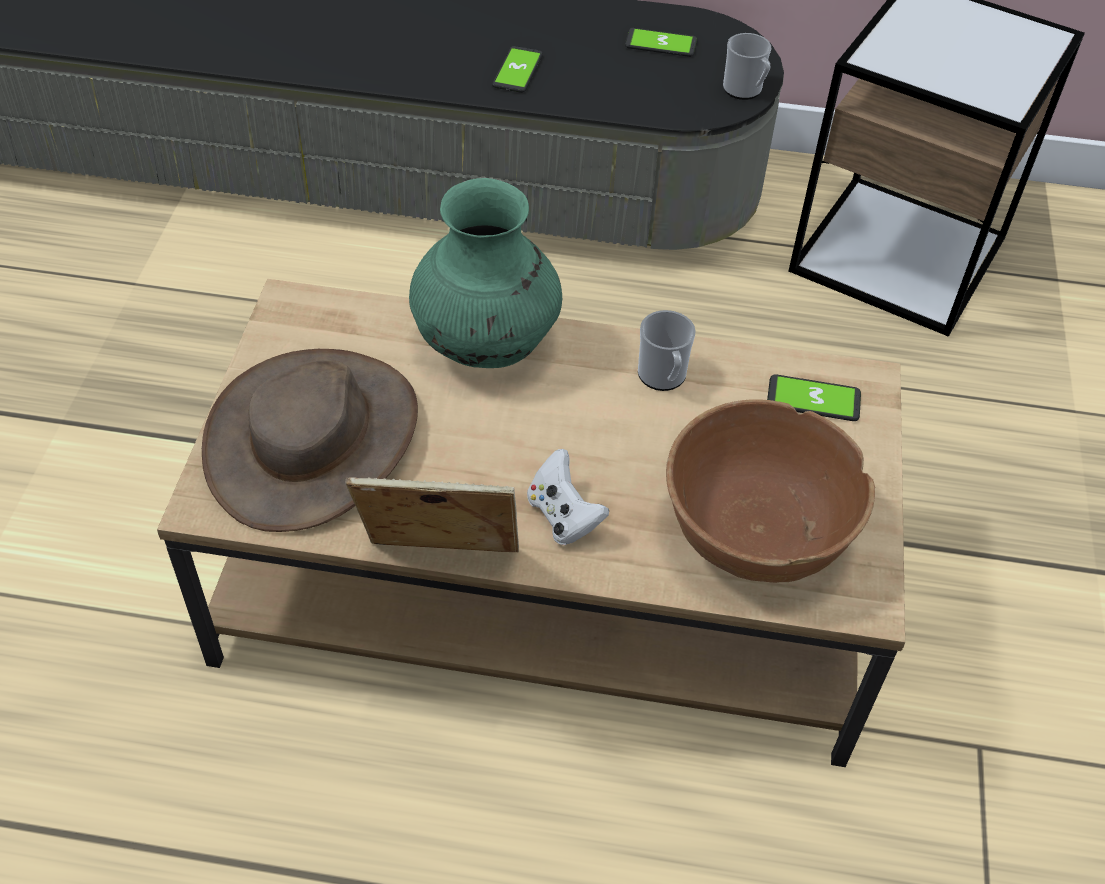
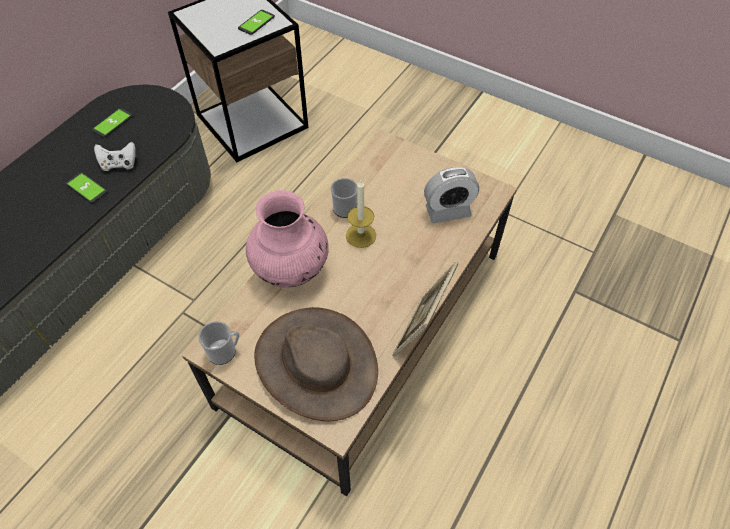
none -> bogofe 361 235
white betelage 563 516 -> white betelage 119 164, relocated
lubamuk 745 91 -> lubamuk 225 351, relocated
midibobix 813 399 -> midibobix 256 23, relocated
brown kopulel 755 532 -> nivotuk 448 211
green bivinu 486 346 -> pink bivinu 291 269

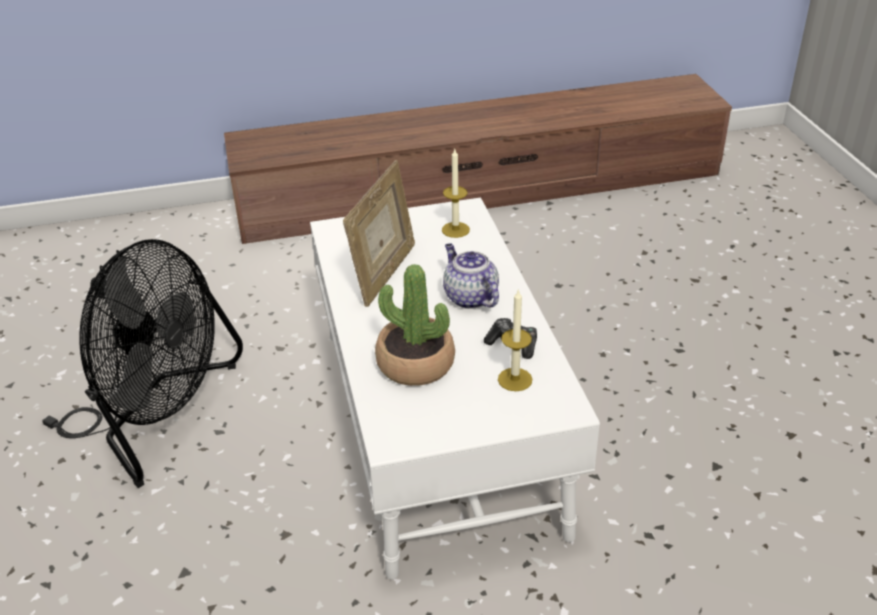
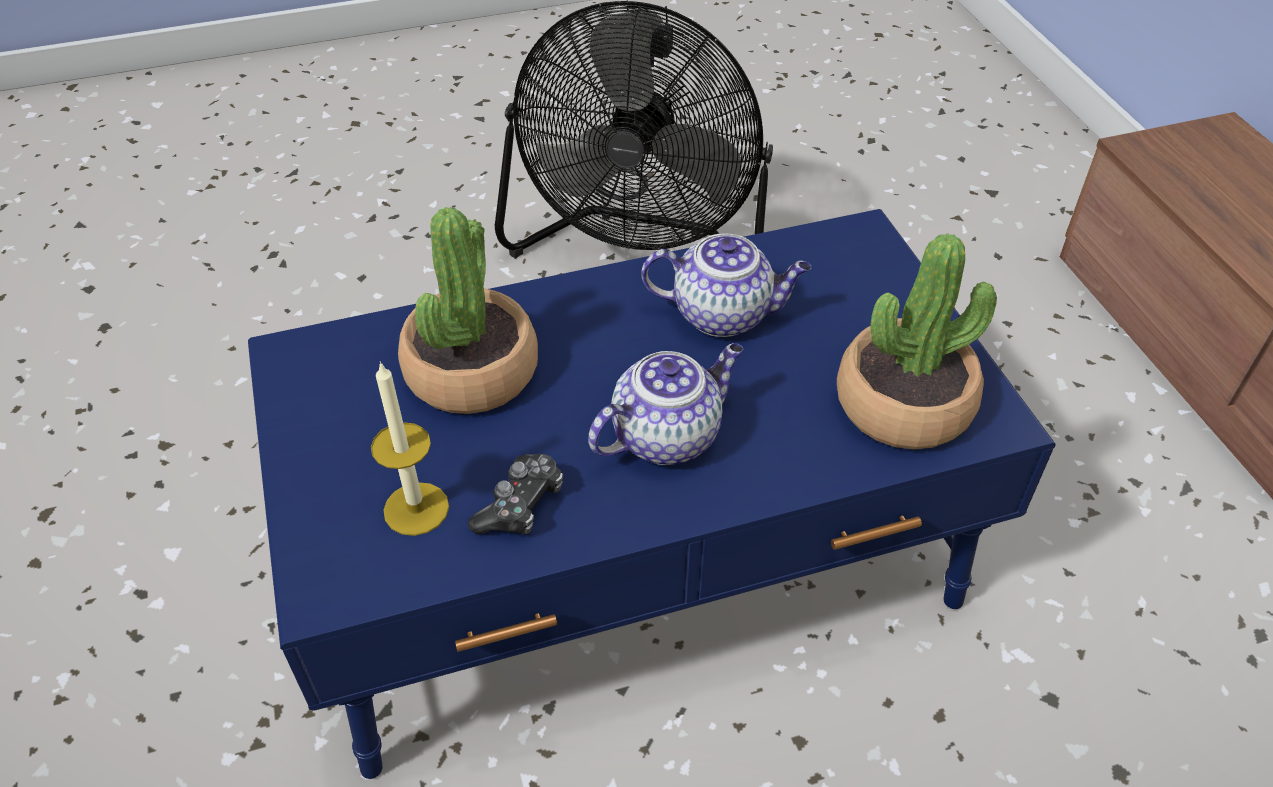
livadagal 384 275 -> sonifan 724 314
bogofe 455 230 -> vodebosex 903 404
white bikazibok 437 426 -> blue bikazibok 638 562

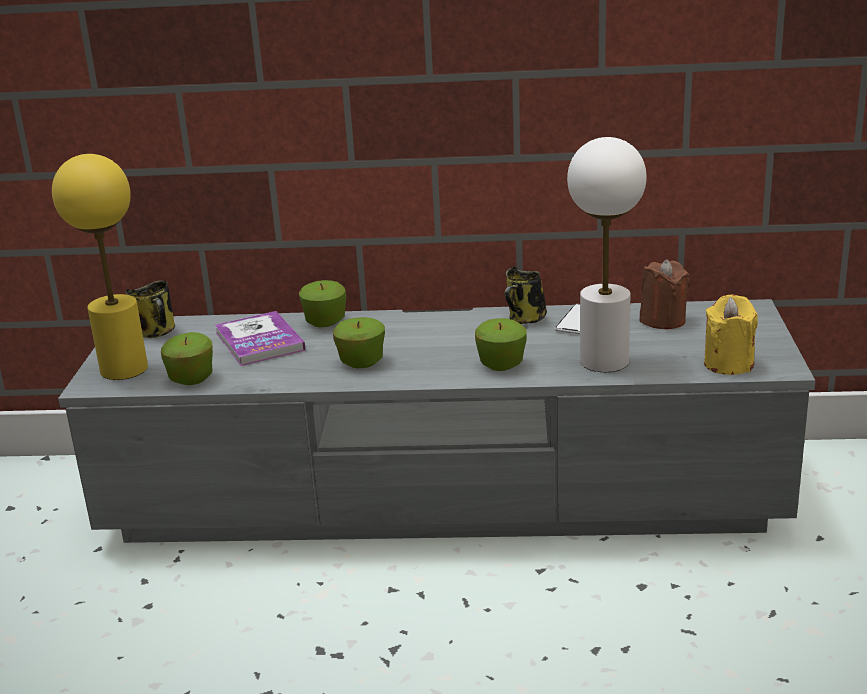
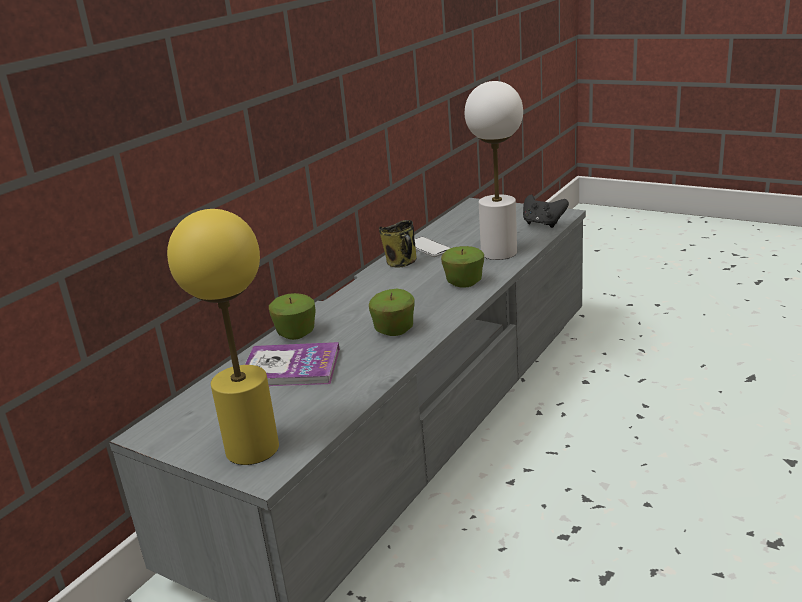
lubamuk 157 332 -> none
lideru 191 379 -> none
brown bogofe 663 320 -> none
yellow bogofe 728 364 -> black betelage 543 224

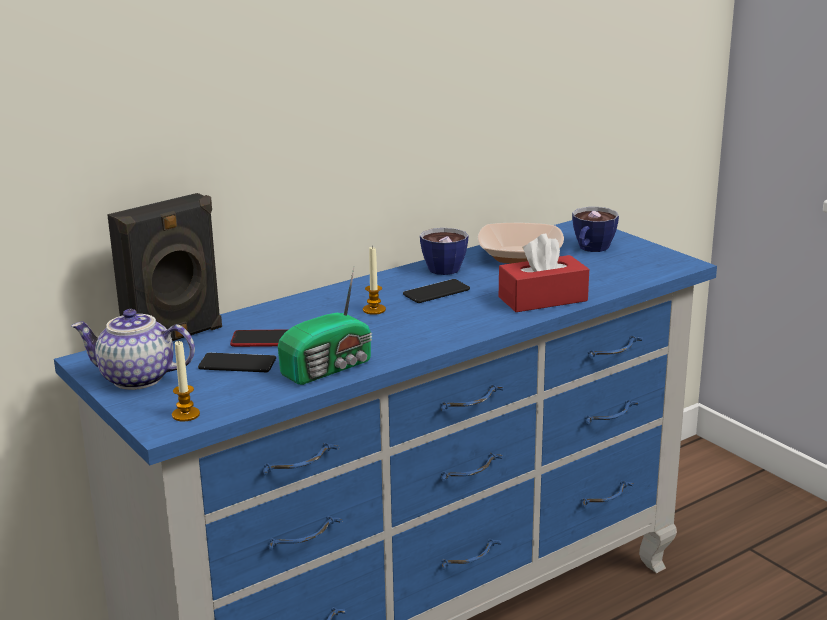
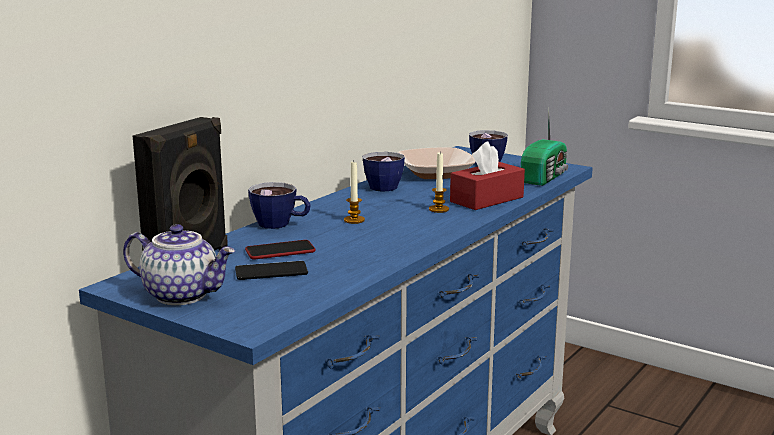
midibobix 436 292 -> none
none -> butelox 281 224
bogofe 186 415 -> bogofe 438 209, relocated
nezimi 330 368 -> nezimi 545 177, relocated
sonifan 136 379 -> sonifan 183 295, 150 degrees counterclockwise

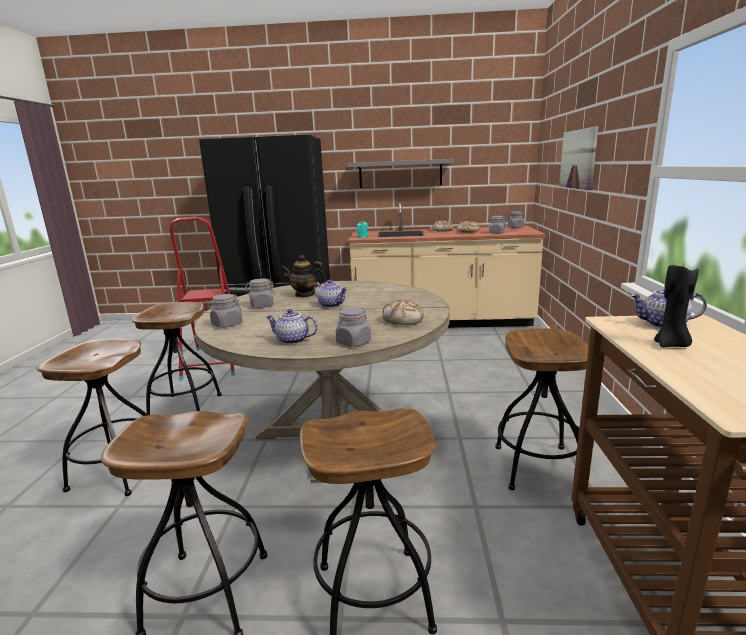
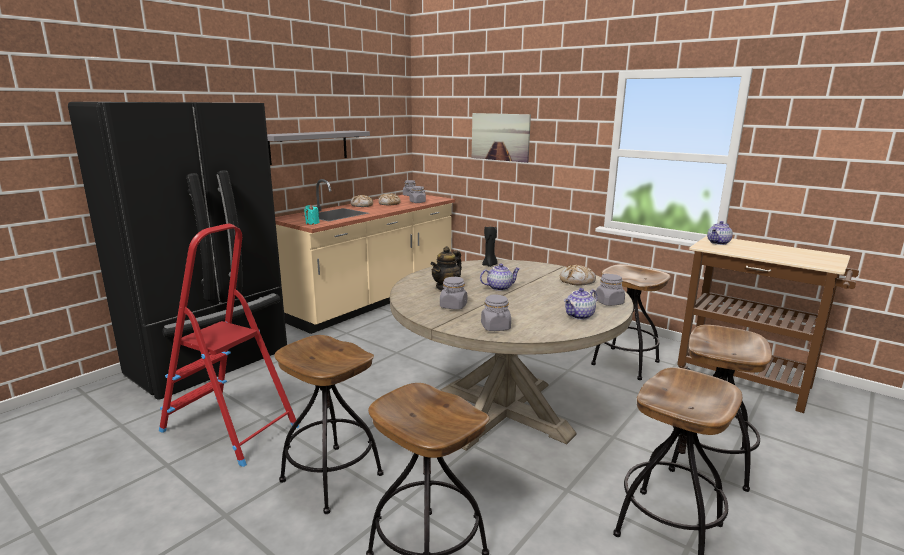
black bogofe 671 345 -> black bogofe 490 265, relocated

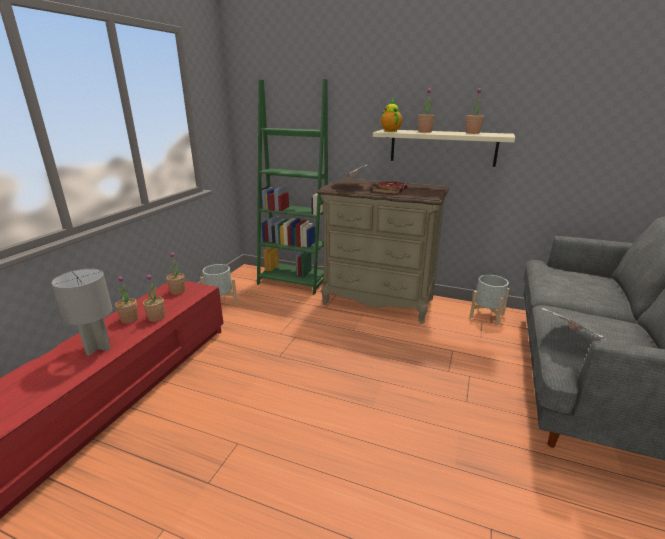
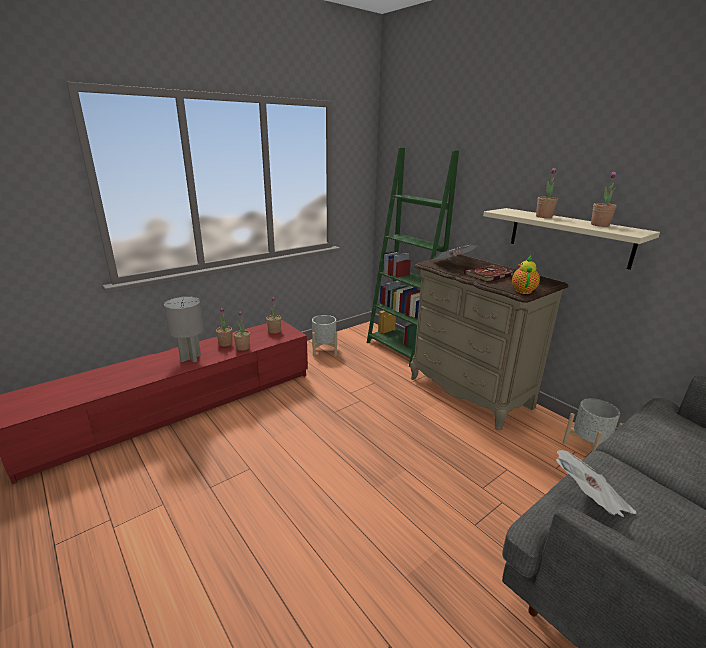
sonifan 390 131 -> sonifan 523 290, relocated

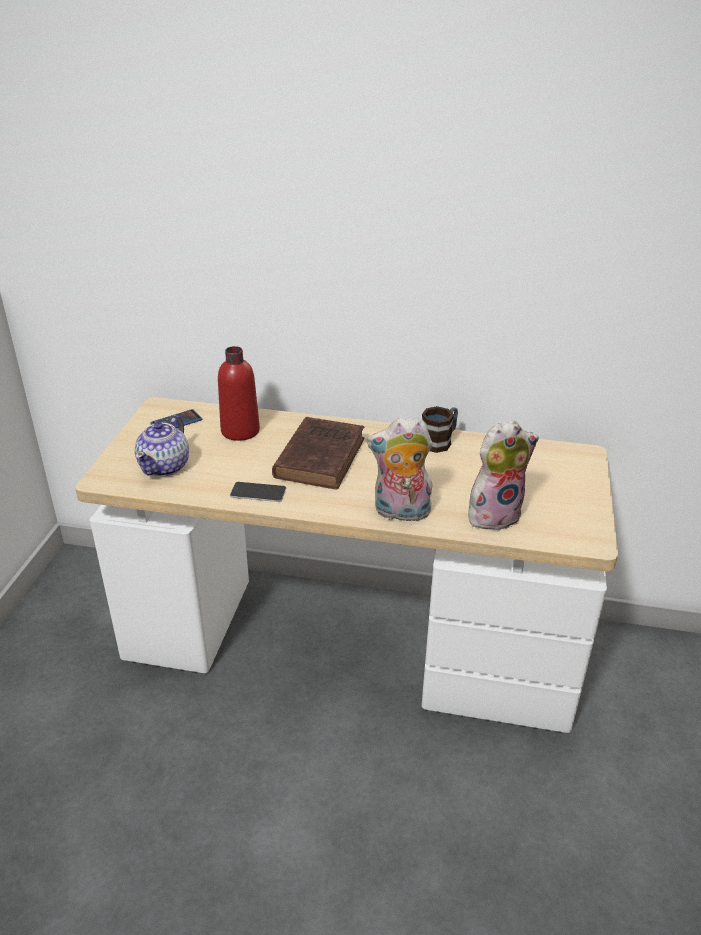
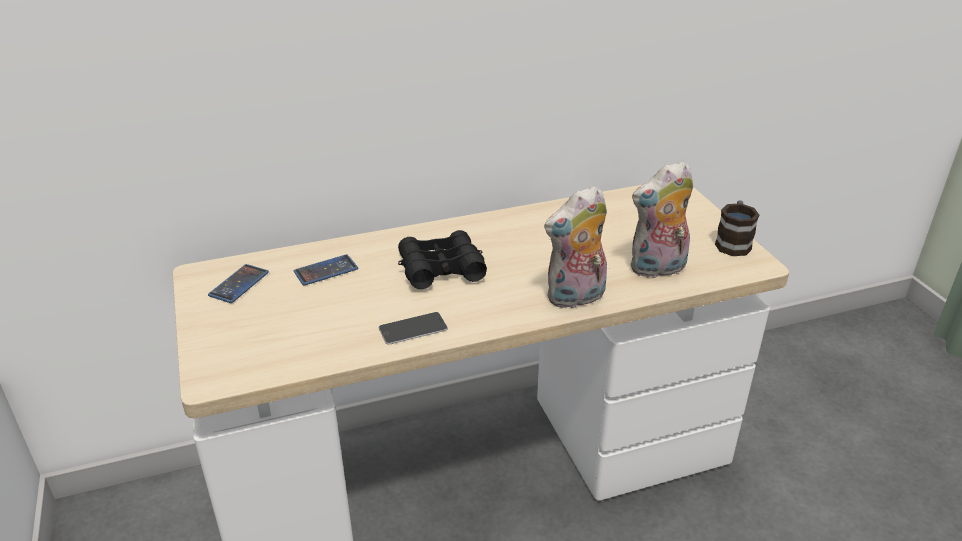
sonifan 165 466 -> none
lubamuk 440 441 -> lubamuk 733 242, relocated
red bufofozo 240 431 -> midibobix 326 271
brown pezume 321 456 -> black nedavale 441 269
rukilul 494 514 -> rukilul 657 269, 150 degrees counterclockwise

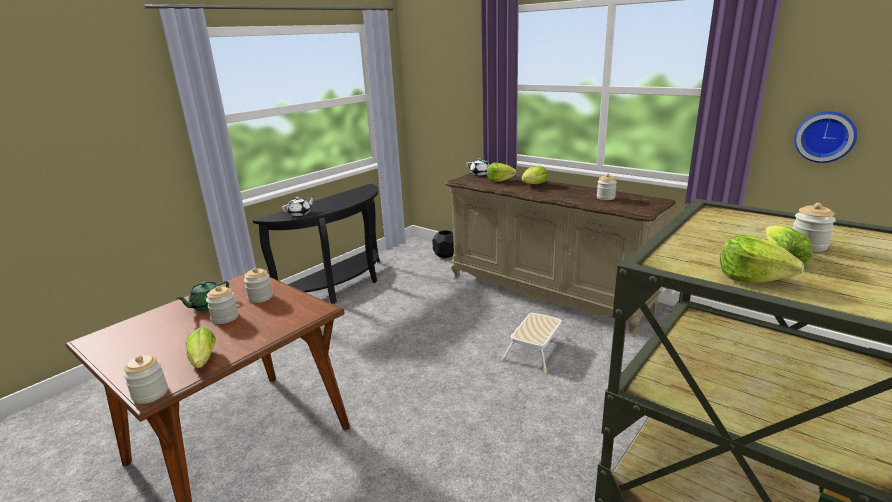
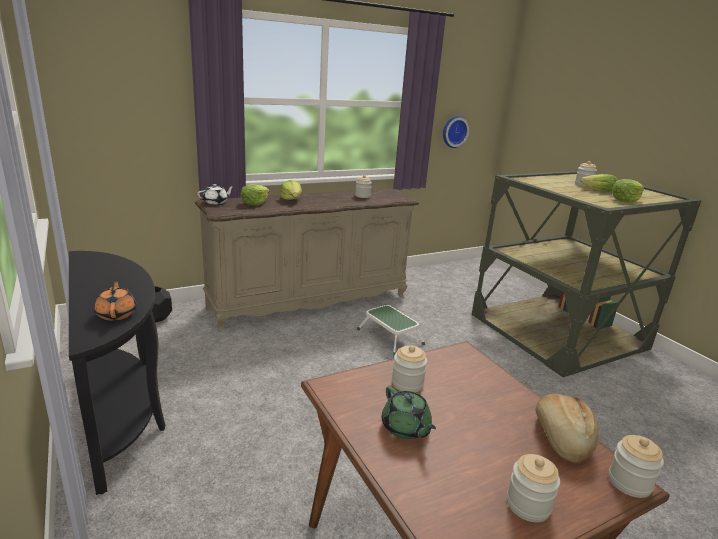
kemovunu 225 318 -> kemovunu 528 505, relocated
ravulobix 203 361 -> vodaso 560 438
white sonifan 300 213 -> orange sonifan 117 314
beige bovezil 536 349 -> green bovezil 390 337

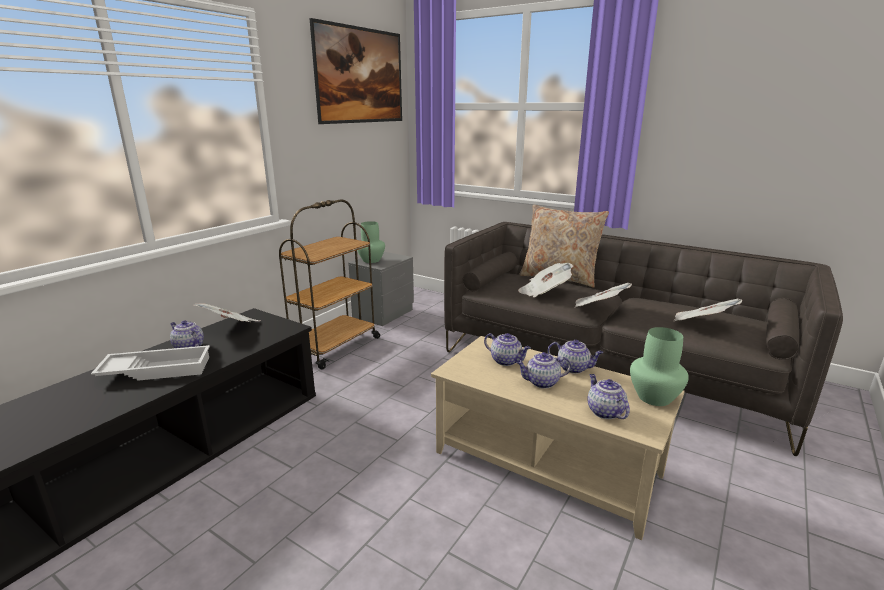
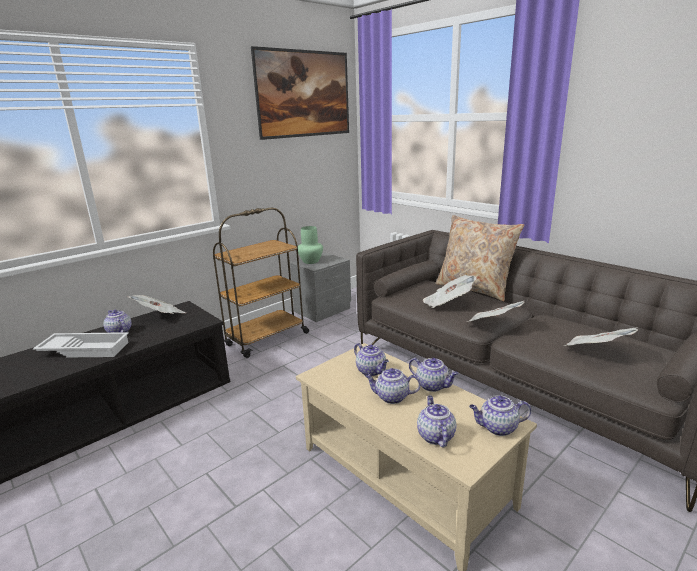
green bivinu 654 398 -> sonifan 497 428

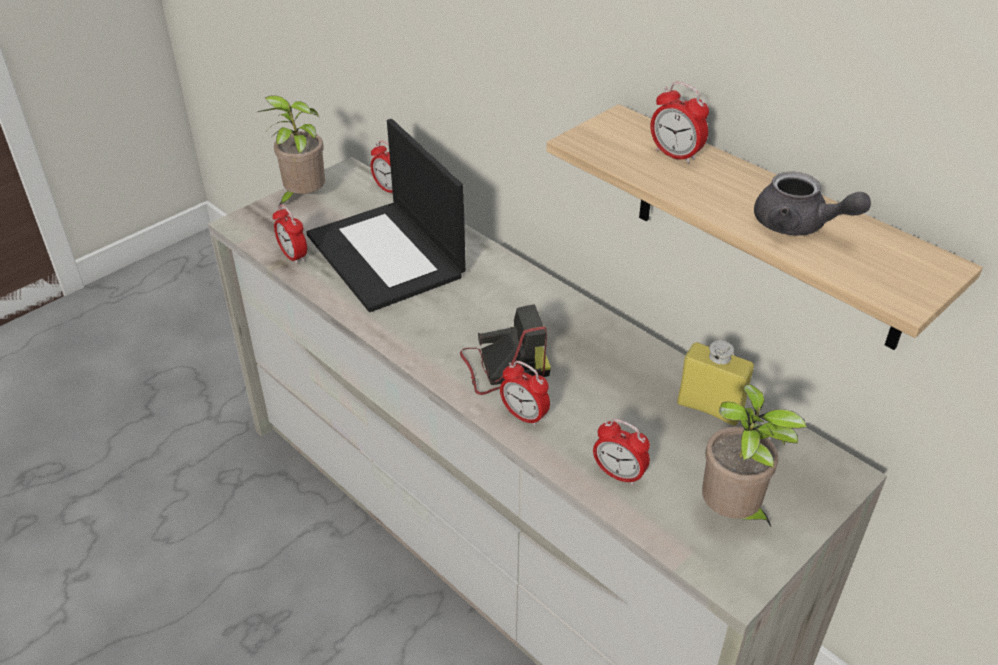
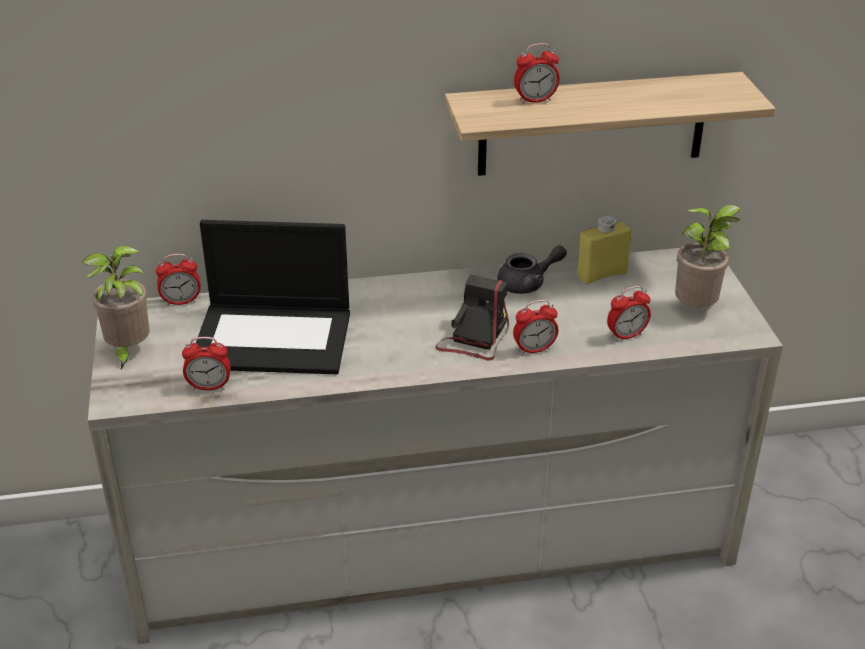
grey sonifan 798 226 -> grey sonifan 528 283, relocated

